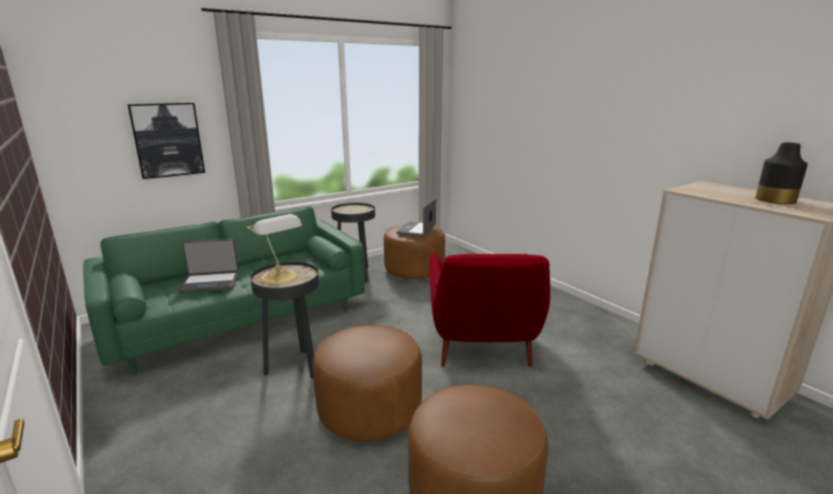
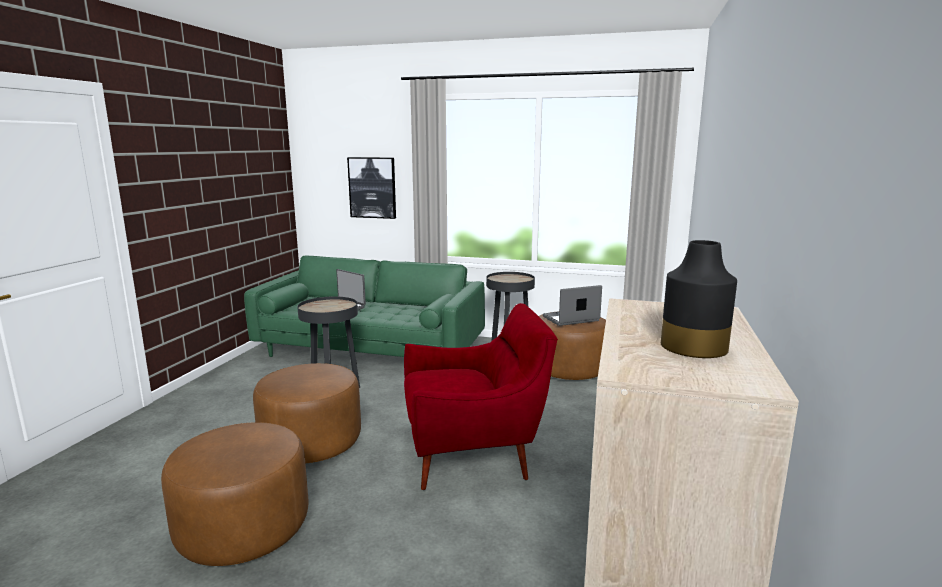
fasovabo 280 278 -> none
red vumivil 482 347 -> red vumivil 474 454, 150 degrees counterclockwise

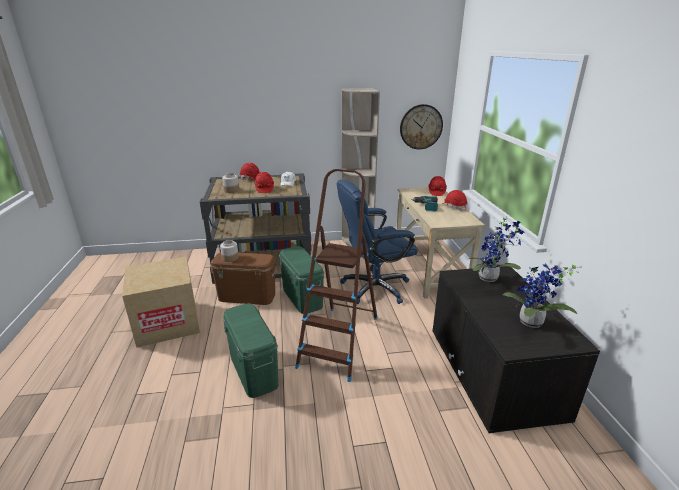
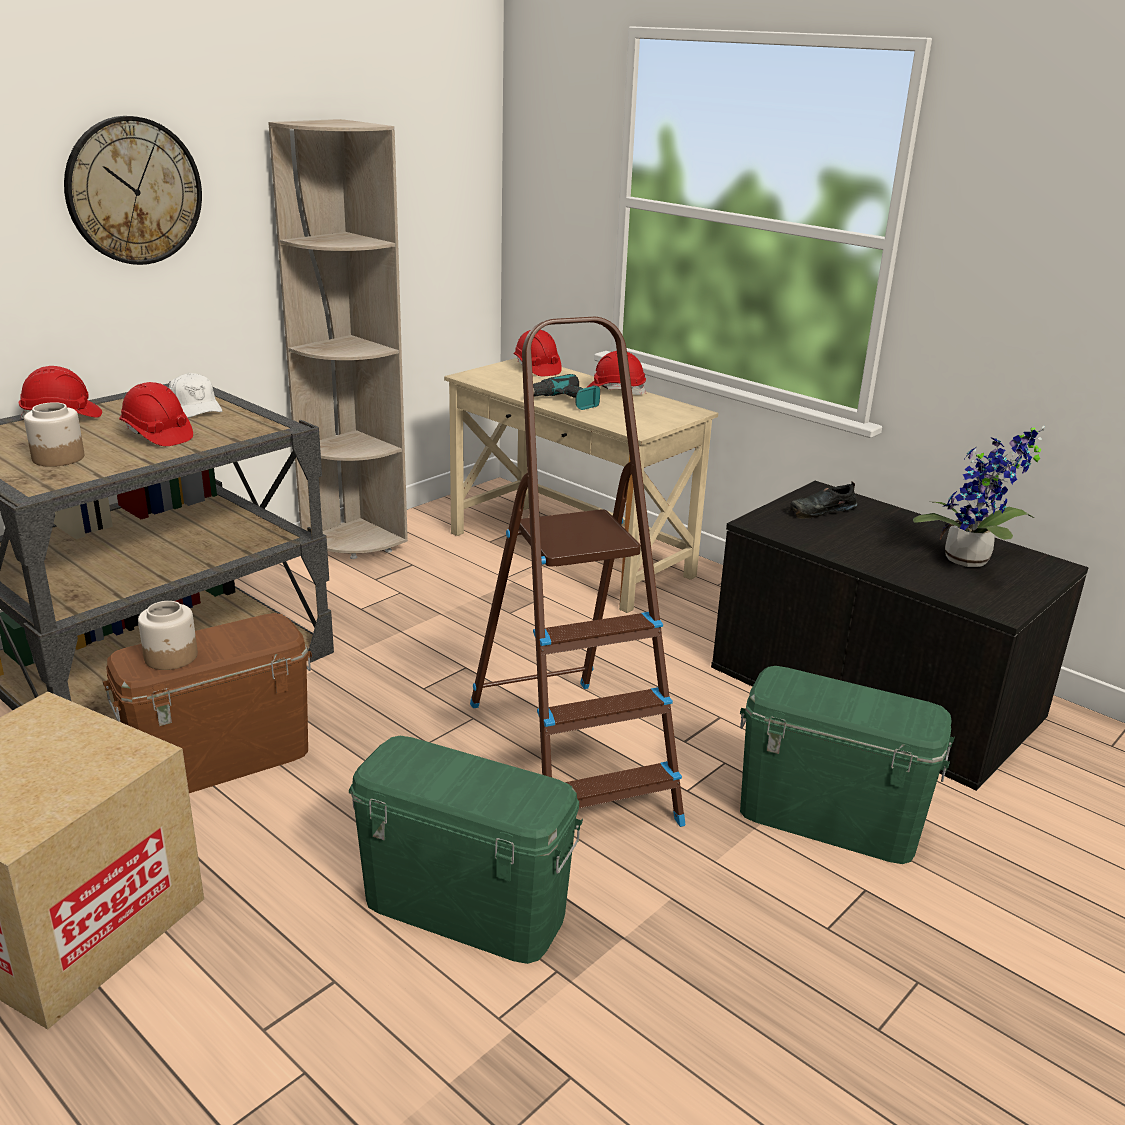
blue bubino 375 287 -> none
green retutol 302 297 -> green retutol 829 818, relocated
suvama 421 127 -> suvama 134 191, relocated
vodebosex 490 278 -> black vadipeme 821 511

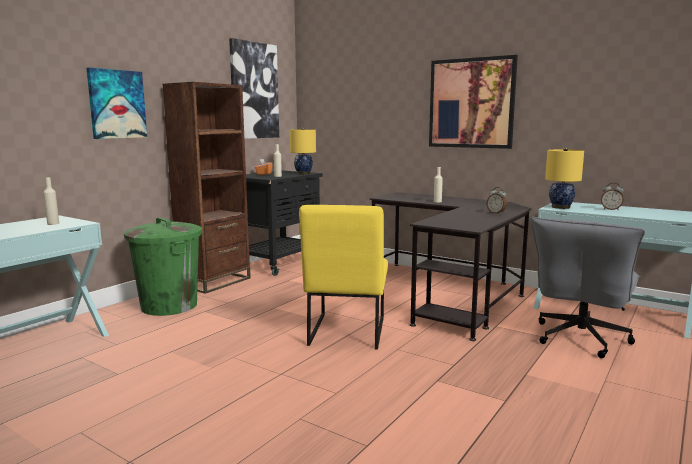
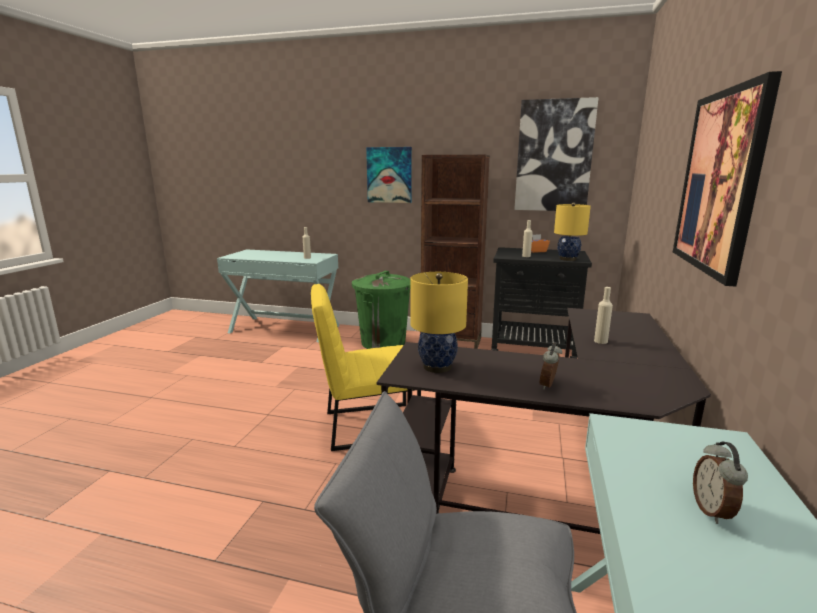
yellow fasovabo 560 207 -> yellow fasovabo 437 366, relocated

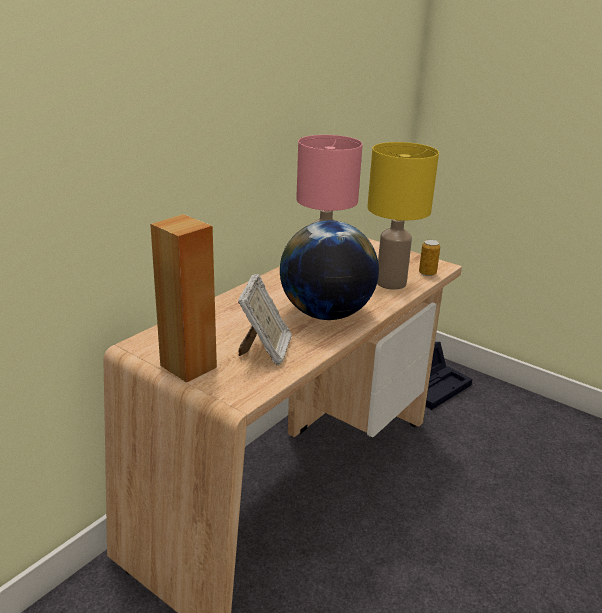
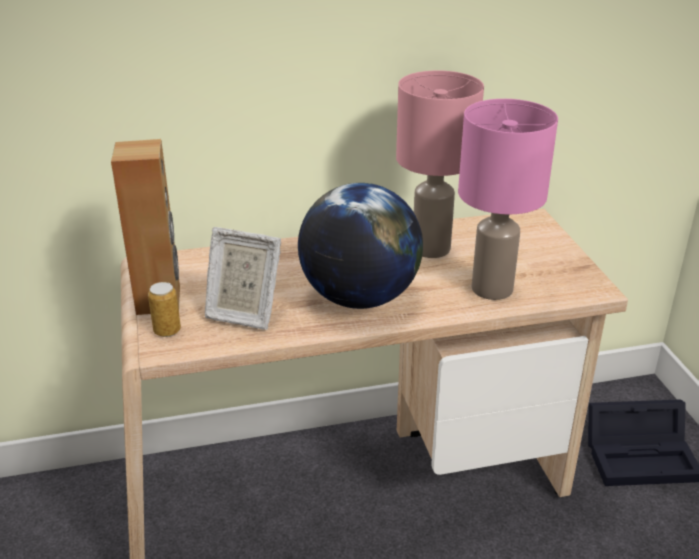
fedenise 427 273 -> fedenise 167 331, relocated
yellow fasovabo 391 282 -> pink fasovabo 493 288
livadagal 265 351 -> livadagal 242 313, 60 degrees clockwise

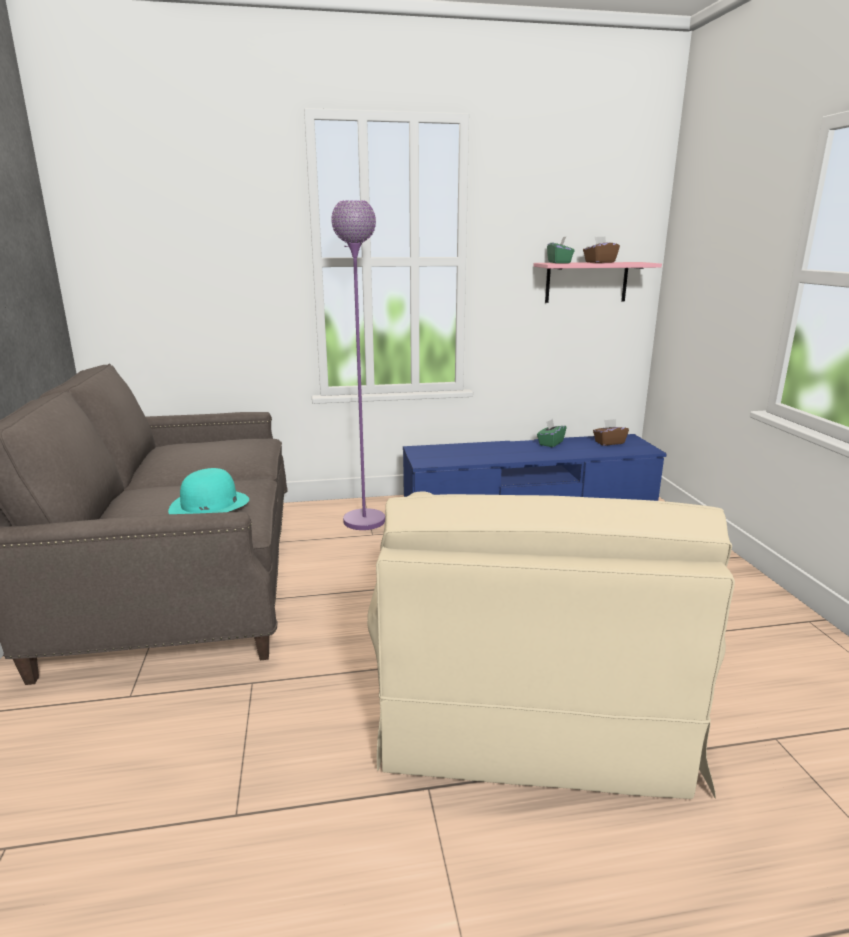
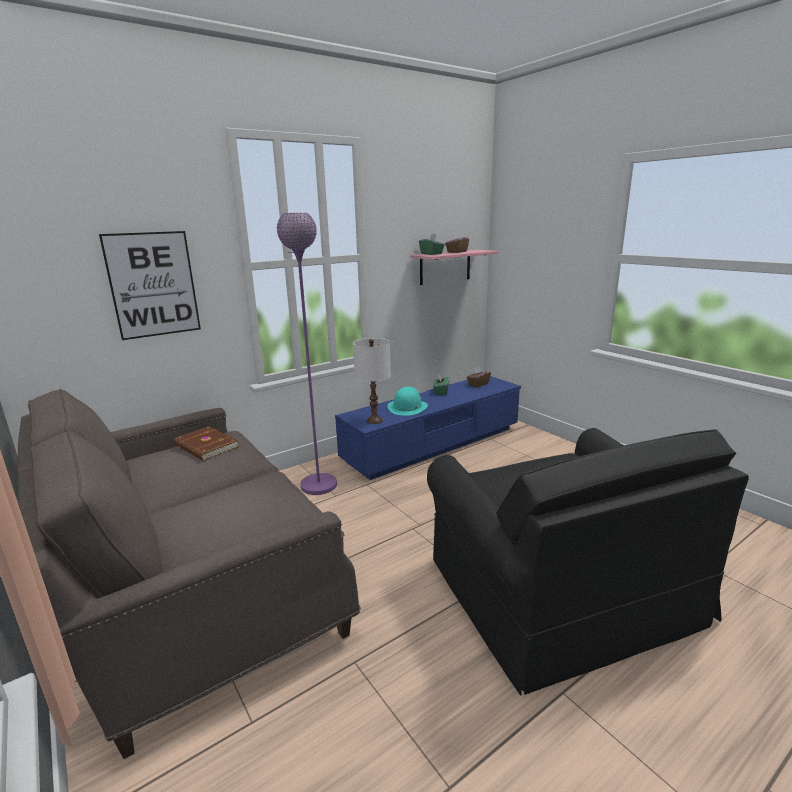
none -> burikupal 153 285
none -> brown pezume 205 446
none -> white fasovabo 374 420
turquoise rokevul 209 505 -> turquoise rokevul 407 407, relocated
beige vumivil 528 695 -> black vumivil 559 591

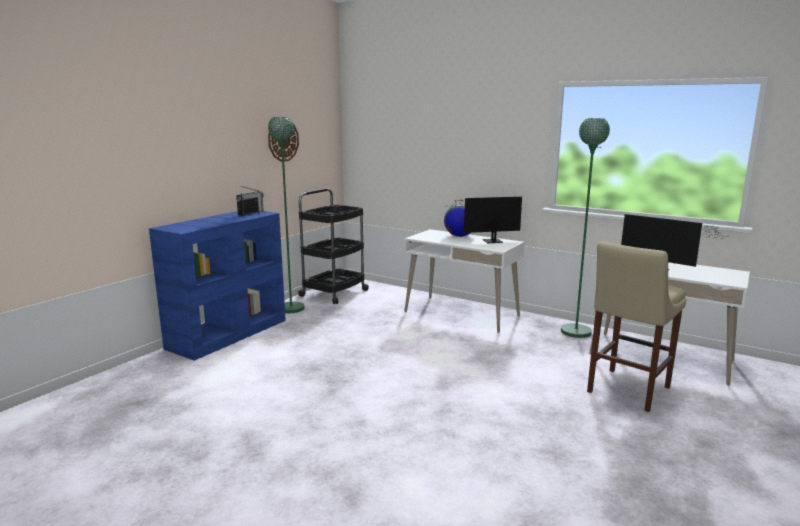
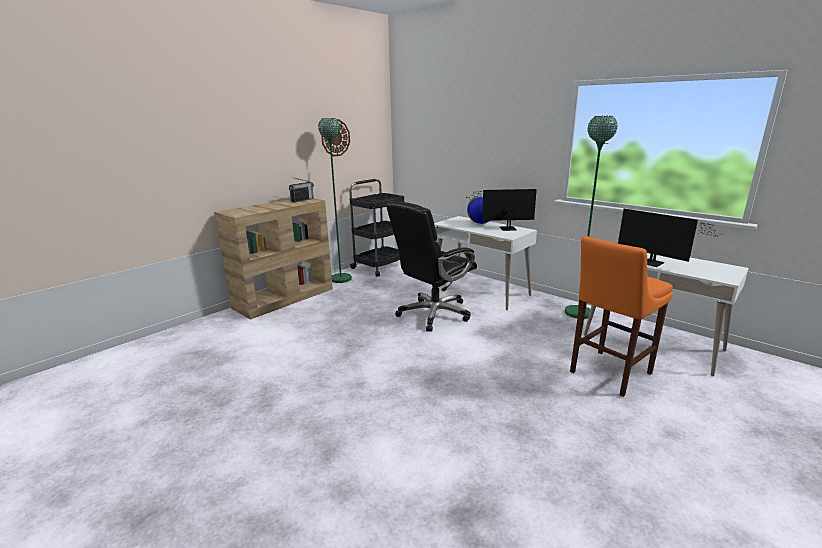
none -> black bubino 434 314
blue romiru 227 334 -> brown romiru 283 298
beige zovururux 626 391 -> orange zovururux 607 373

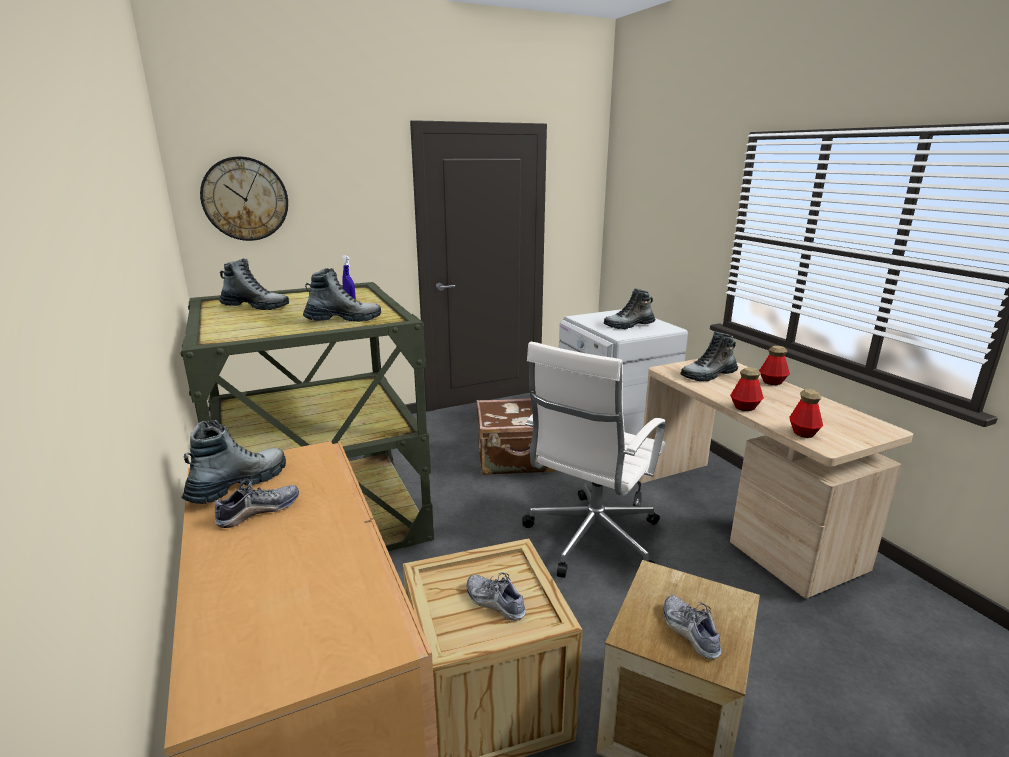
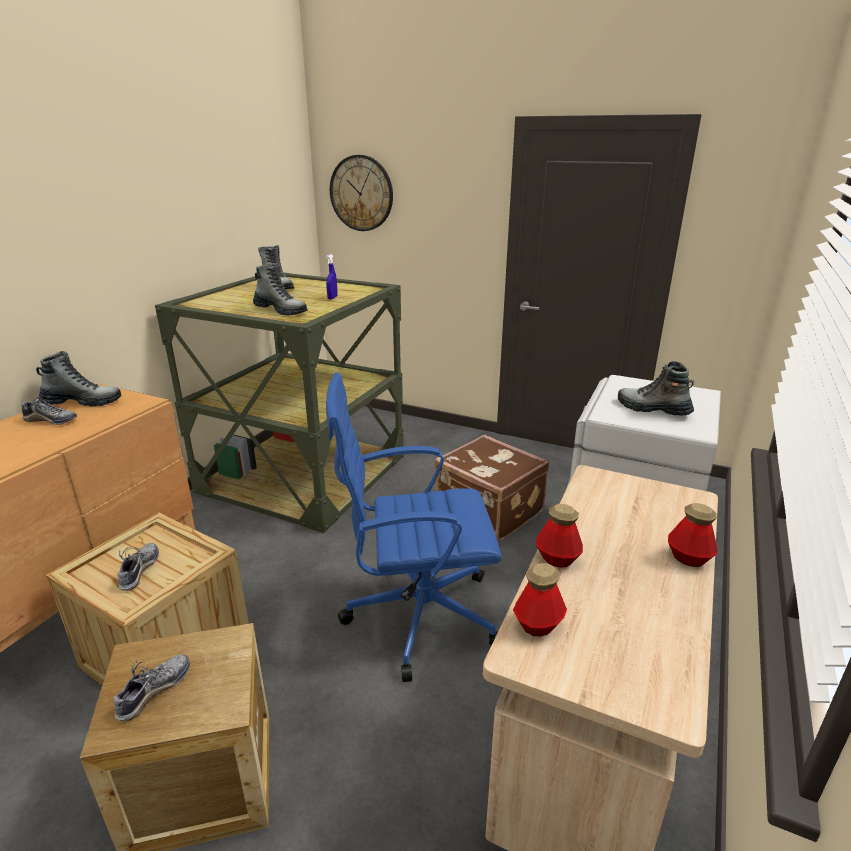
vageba 708 375 -> none
white bubino 590 540 -> blue bubino 417 615

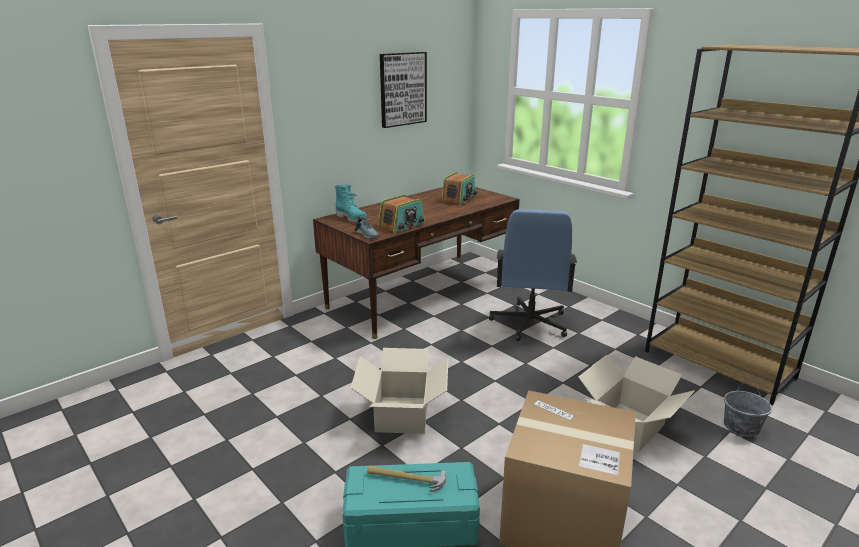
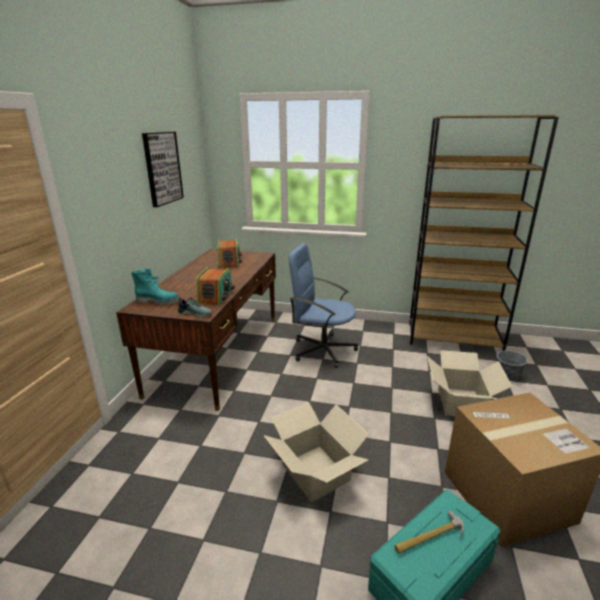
blue bubino 529 323 -> blue bubino 322 350, 135 degrees clockwise

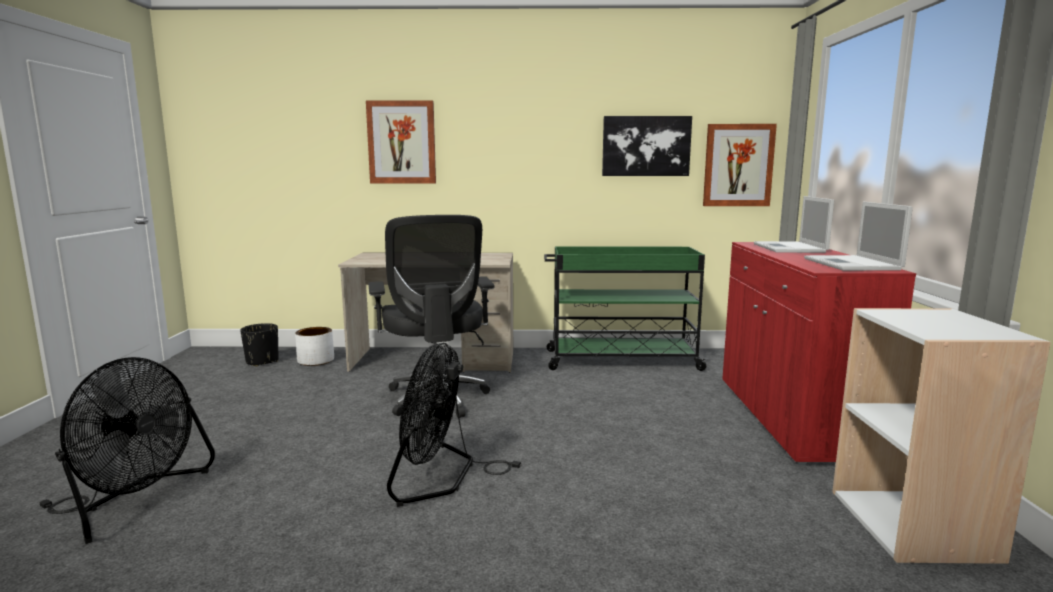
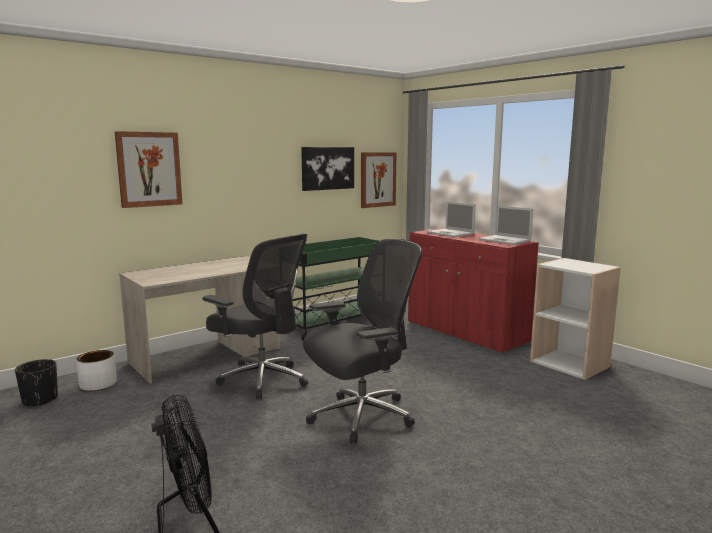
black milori 447 473 -> bubino 361 417

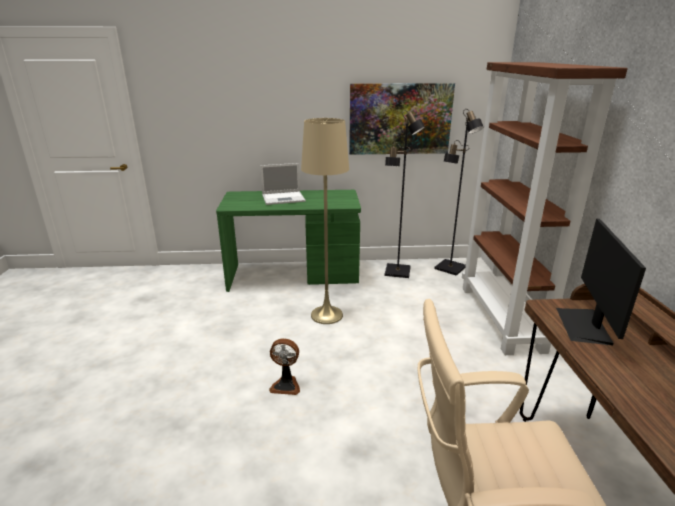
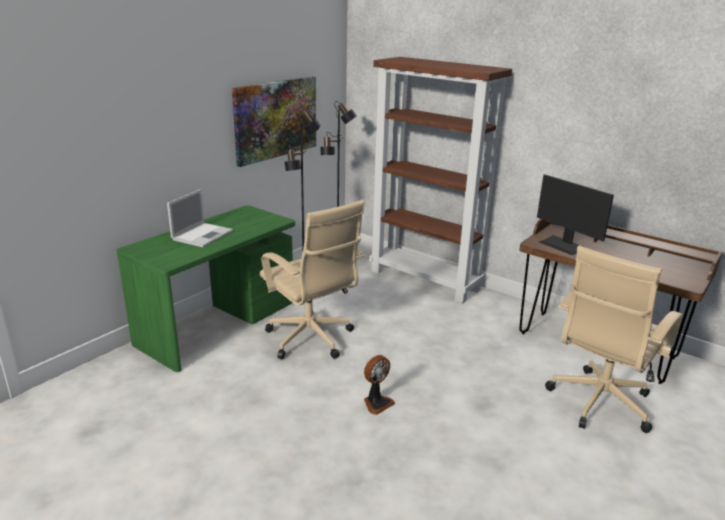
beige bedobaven 326 315 -> beige bubino 312 340

